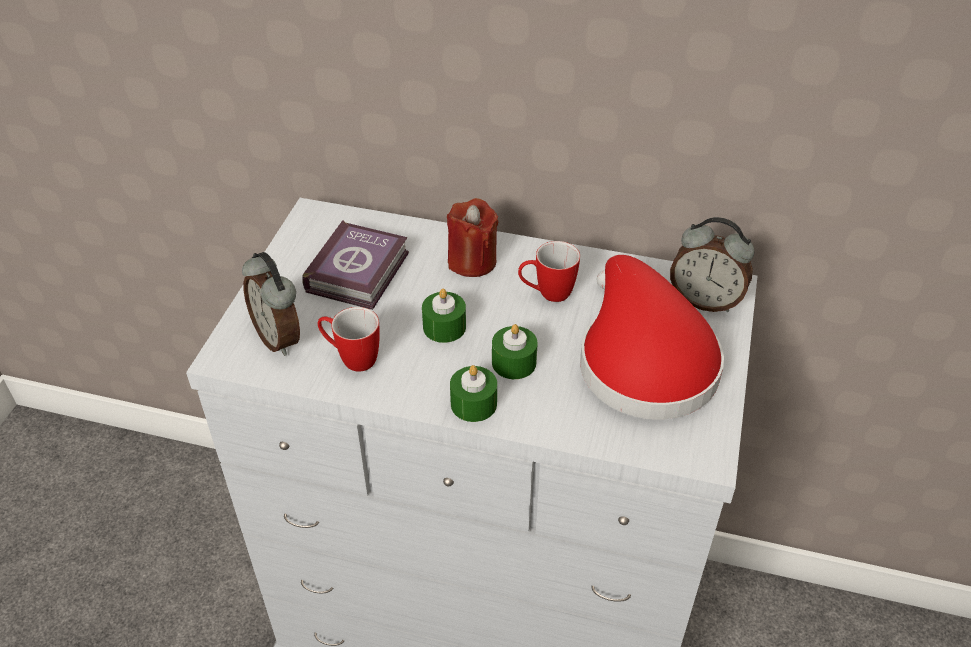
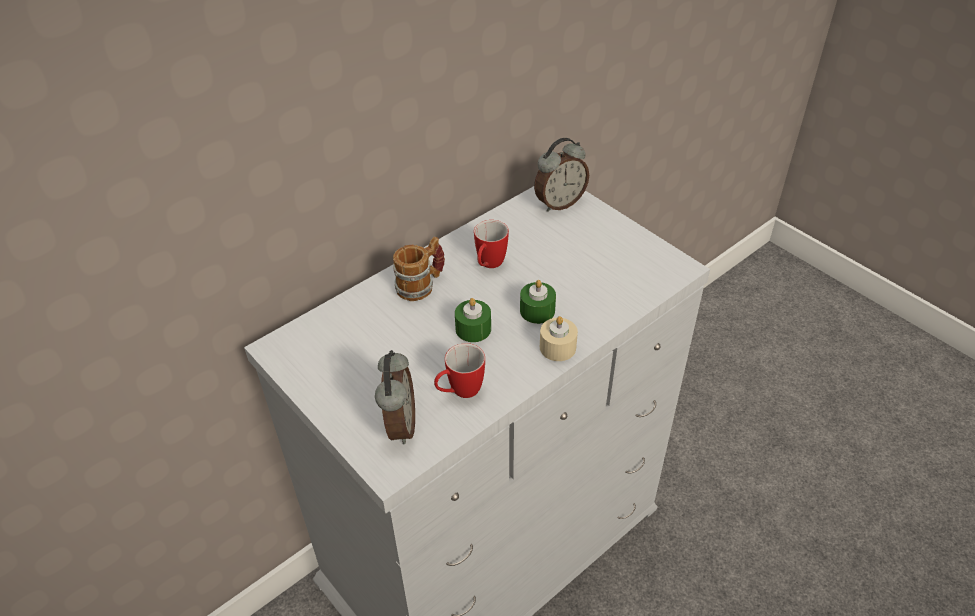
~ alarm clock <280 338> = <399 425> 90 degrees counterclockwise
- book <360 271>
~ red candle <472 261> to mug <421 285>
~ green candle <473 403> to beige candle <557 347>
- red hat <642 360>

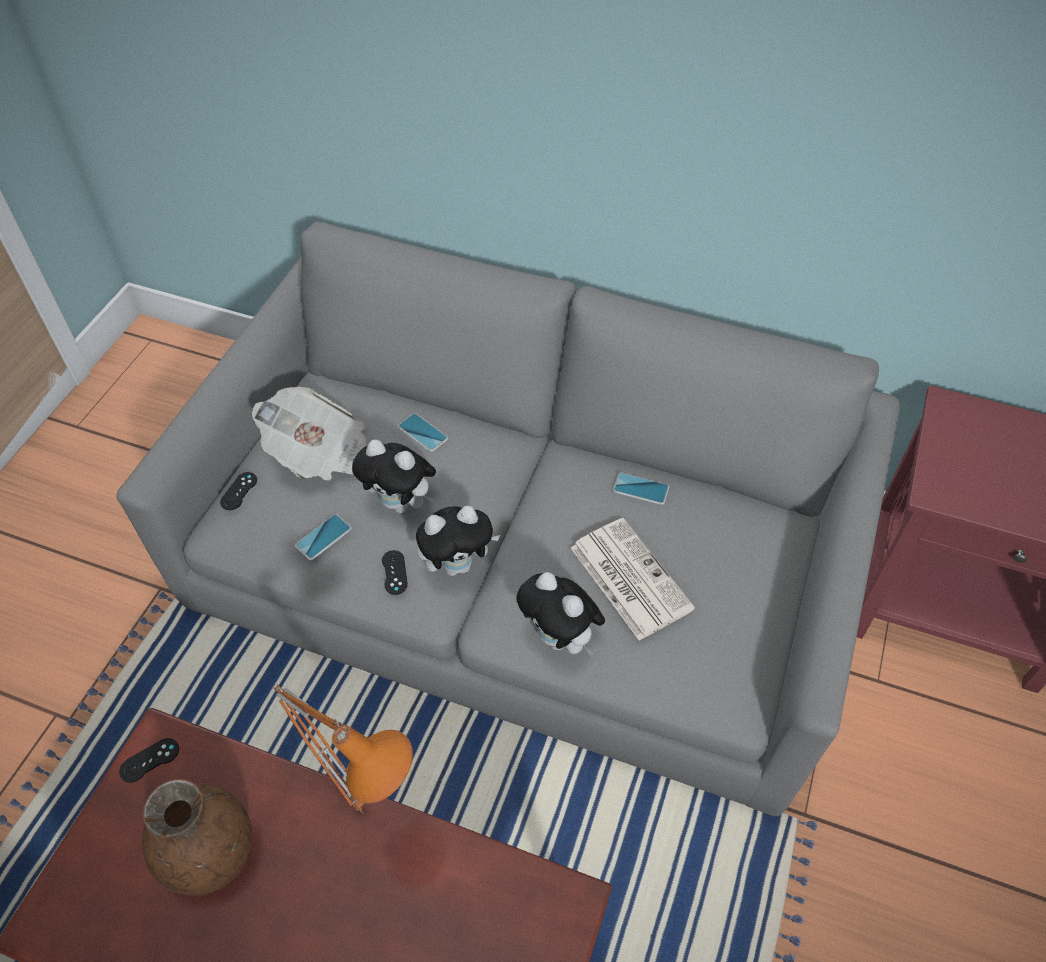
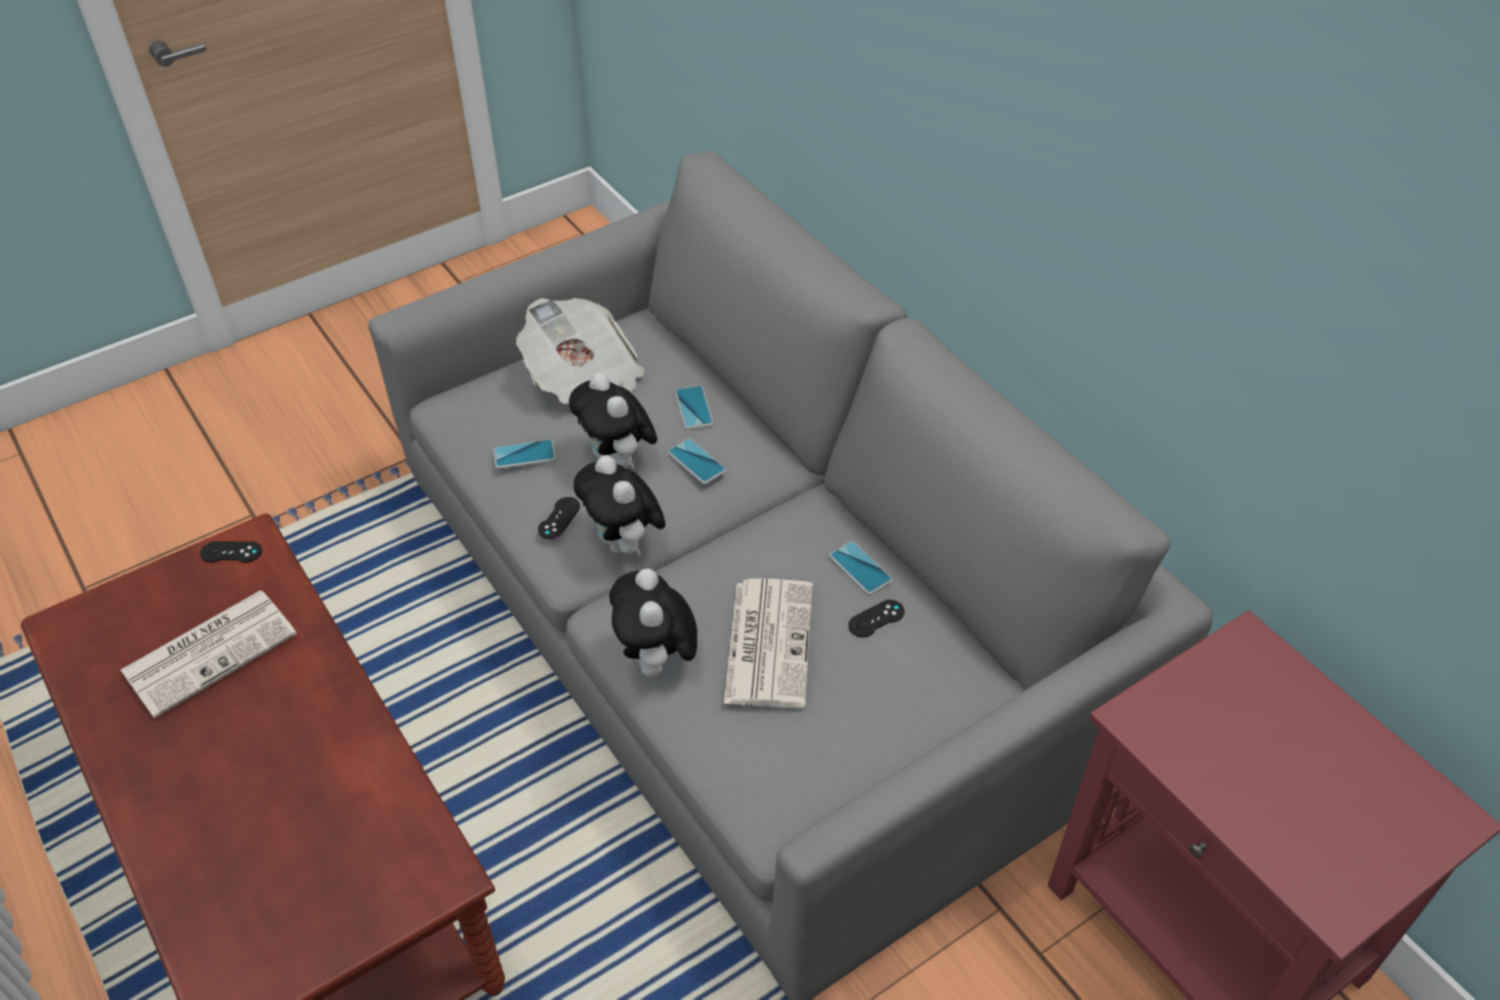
~ brown vase <211 854> to newspaper <211 651>
~ black game controller <239 491> to <876 619>
- orange table lamp <363 805>
~ plush toy <458 564> = <624 544> 45 degrees clockwise
+ phone <697 461>

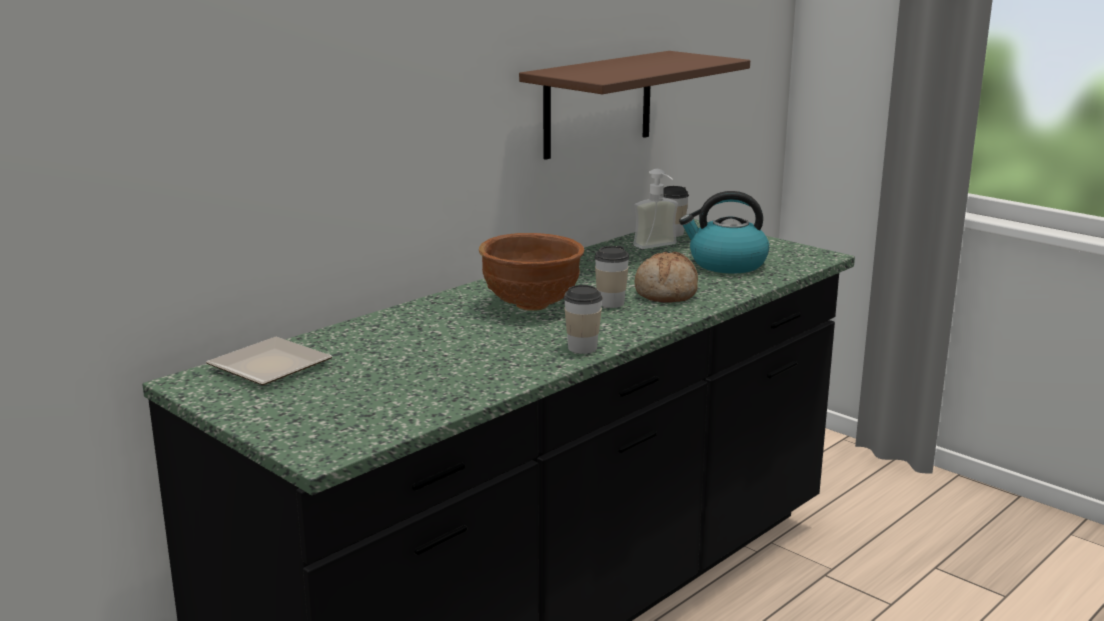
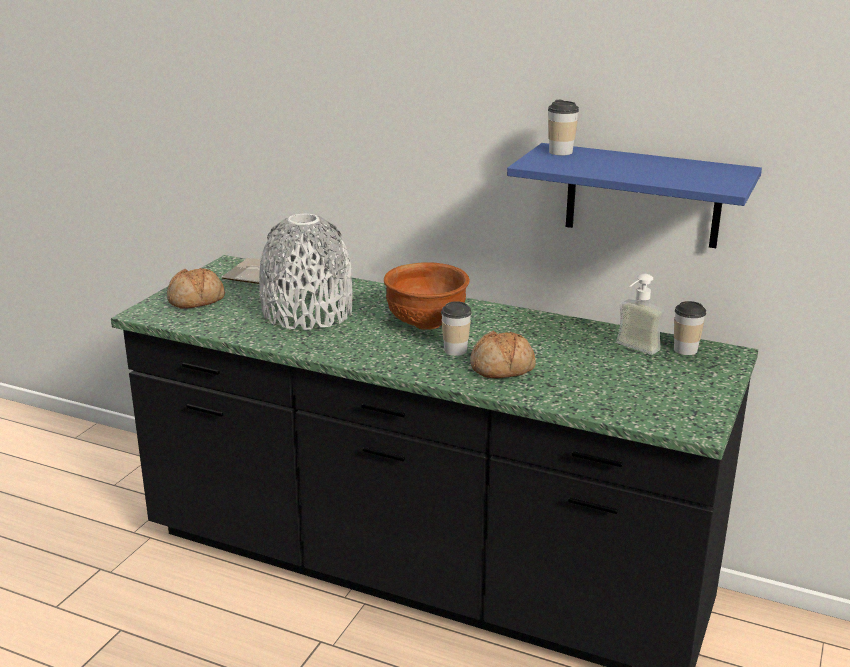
~ brown shelf <598 104> to blue shelf <643 196>
~ cup <582 348> to <560 152>
- kettle <726 264>
+ bread <196 300>
+ grey vase <307 312>

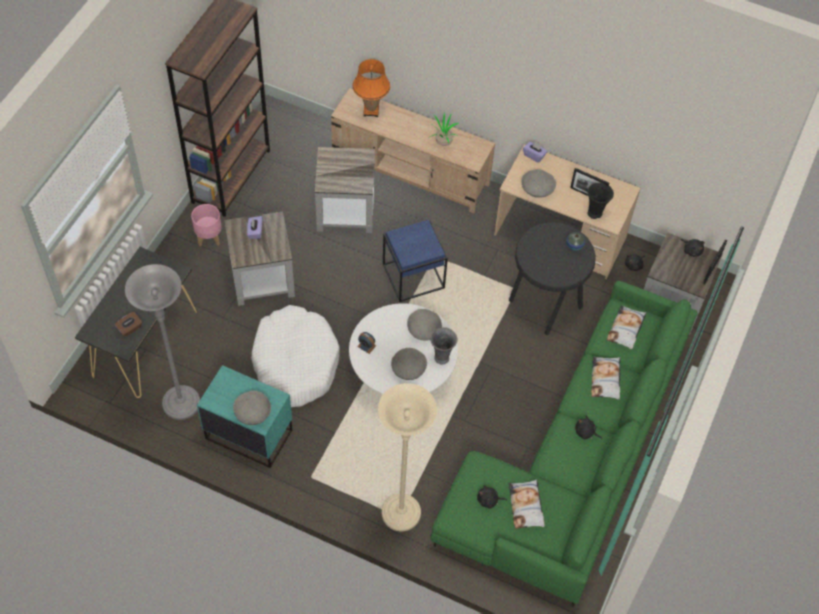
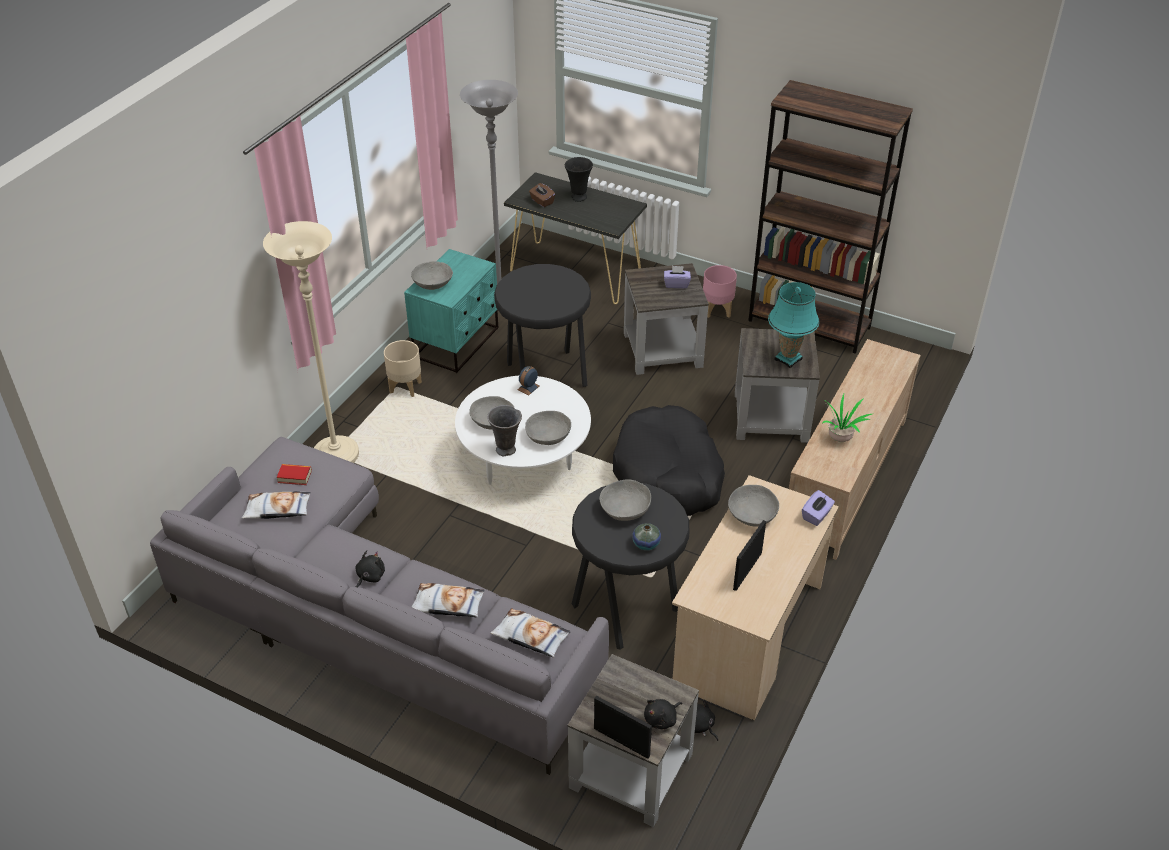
~ white dog bed <295 363> to black stool <544 375>
- orange table lamp <371 111>
~ blue side table <413 277> to black dog bed <668 475>
~ green sofa <572 462> to grey sofa <371 618>
~ black plush toy <489 500> to book <294 476>
~ black vase <595 213> to <578 198>
+ beige planter <405 388>
+ grey bowl <625 509>
+ turquoise table lamp <788 359>

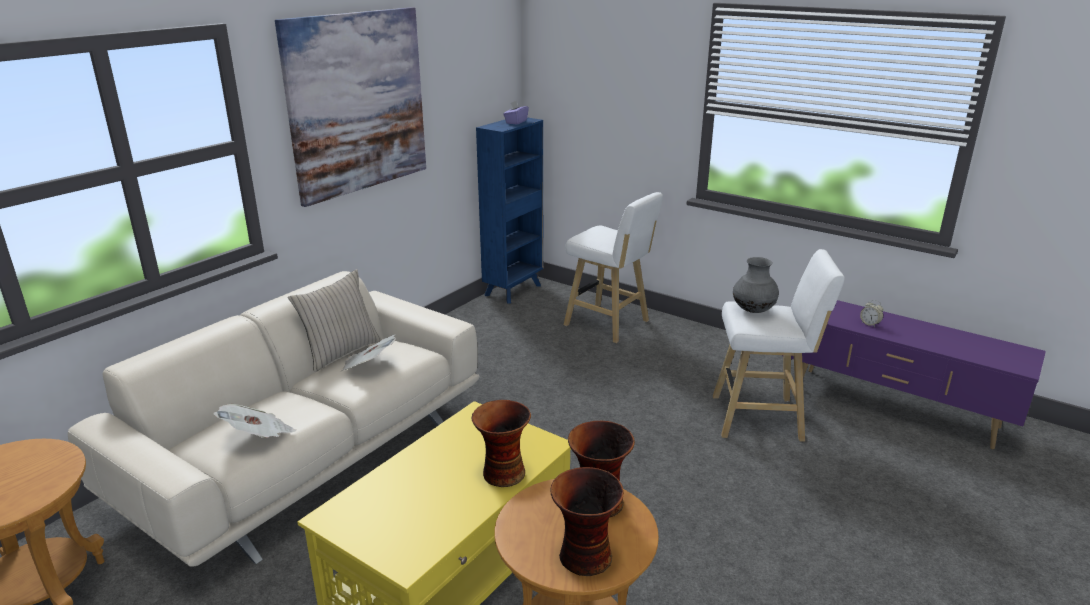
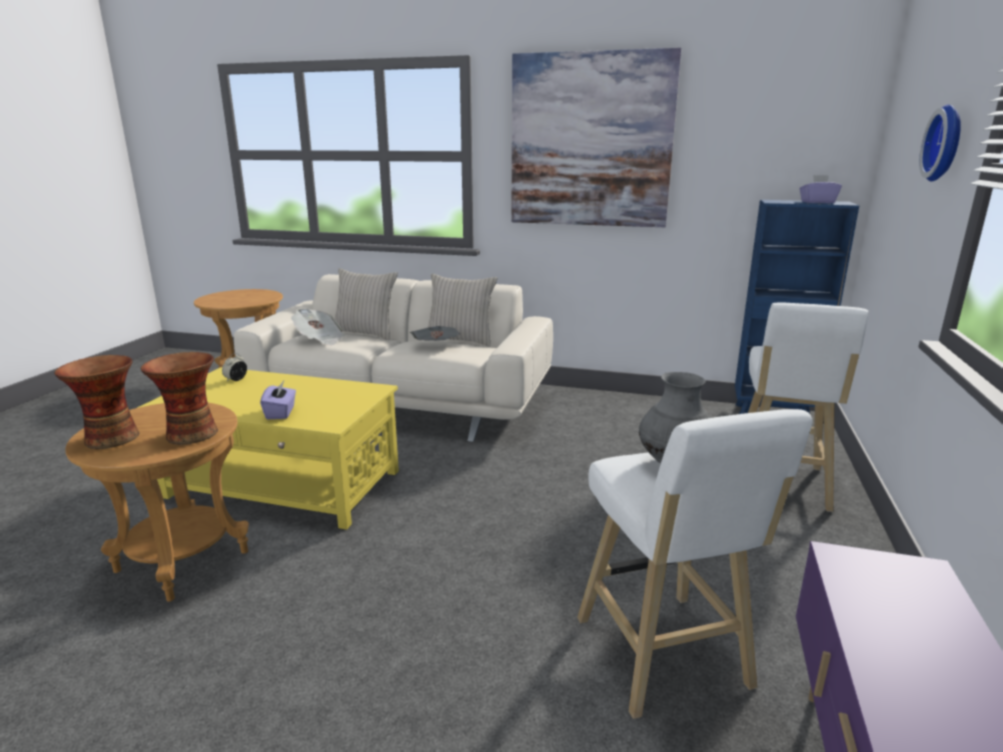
~ vase <502 474> to purple tissue box <281 413>
~ alarm clock <869 324> to <236 380>
+ beige pillow <365 333>
+ wall clock <947 143>

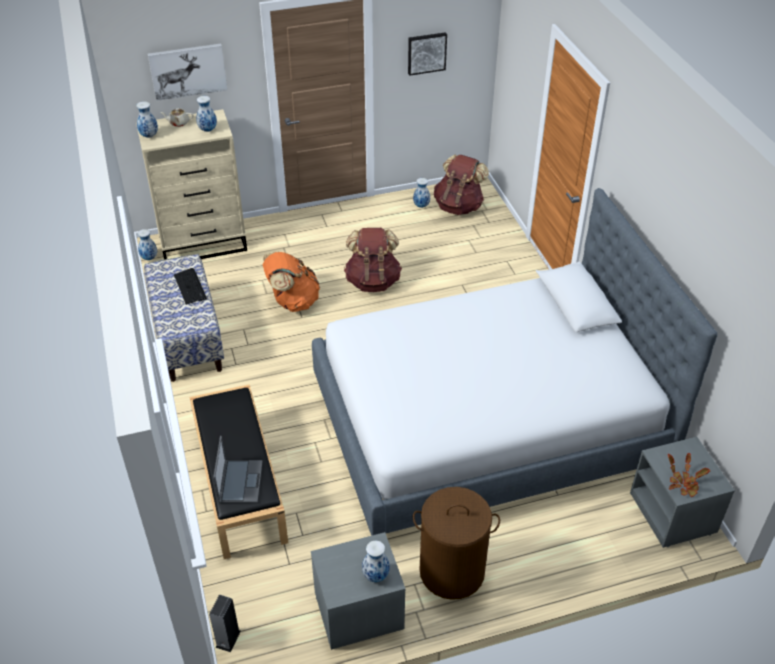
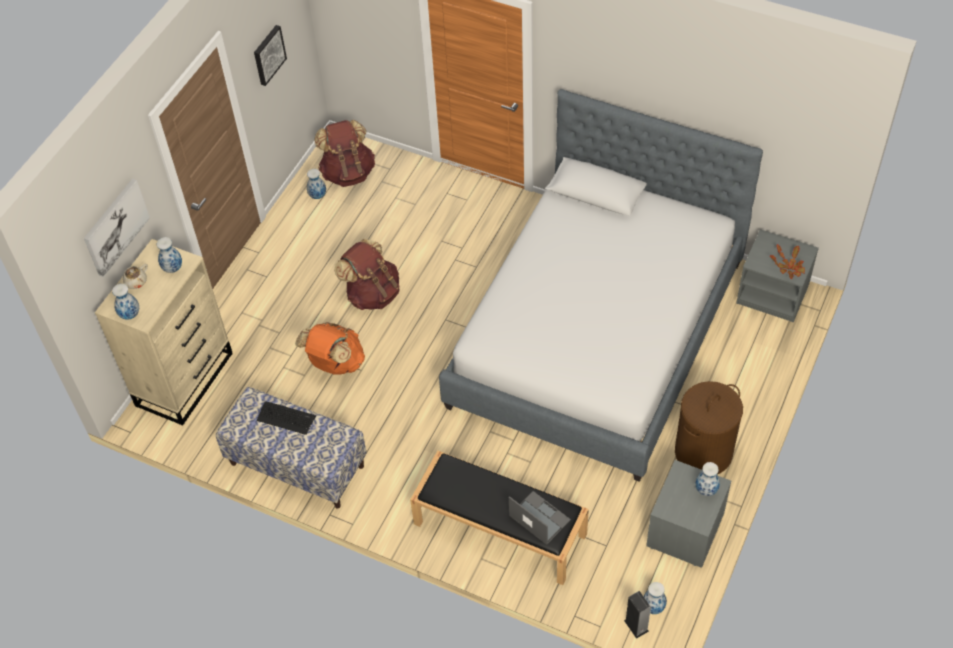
~ vase <149 258> to <653 607>

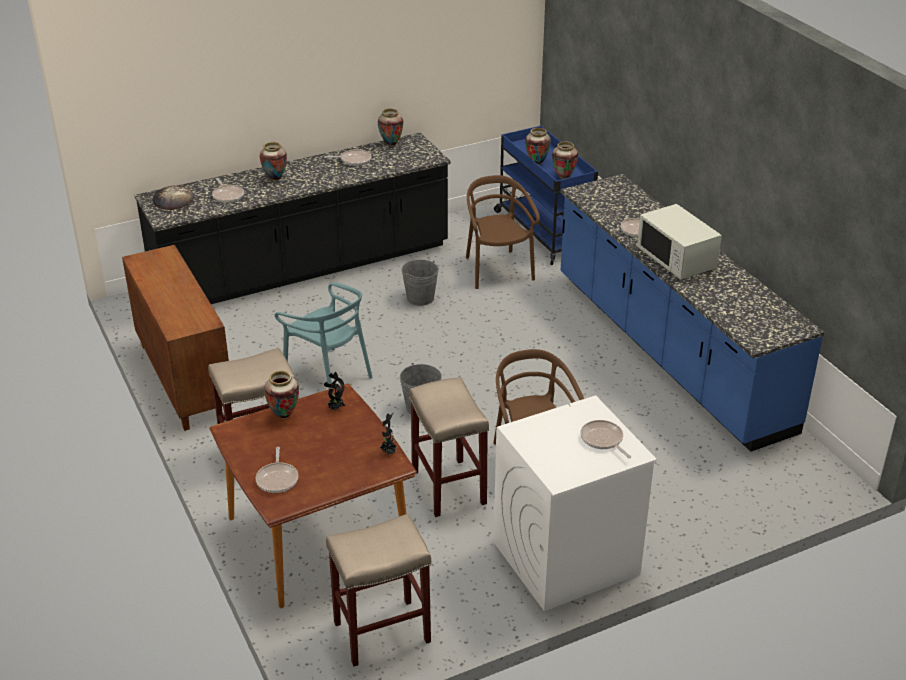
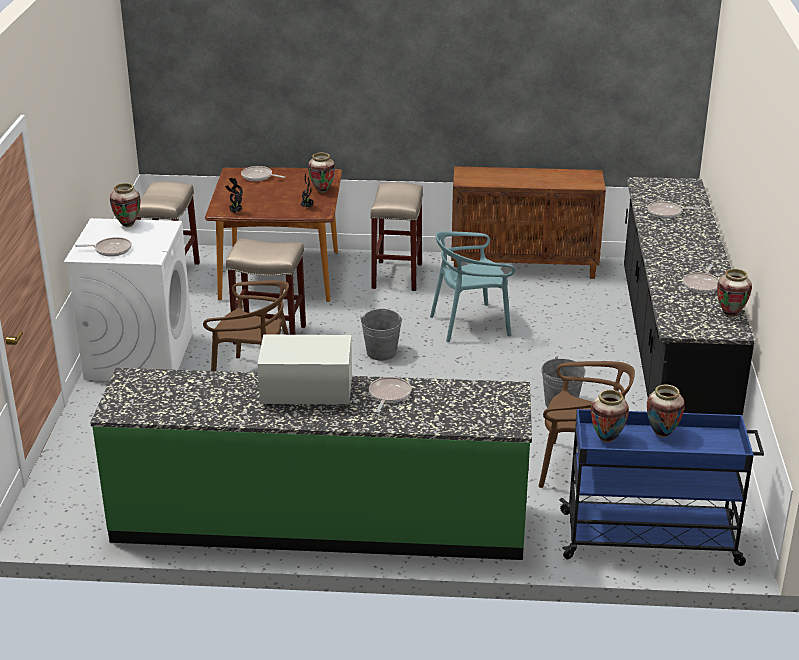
- bread <173 200>
~ vase <275 179> to <128 225>
~ blue counter <669 352> to green counter <319 521>

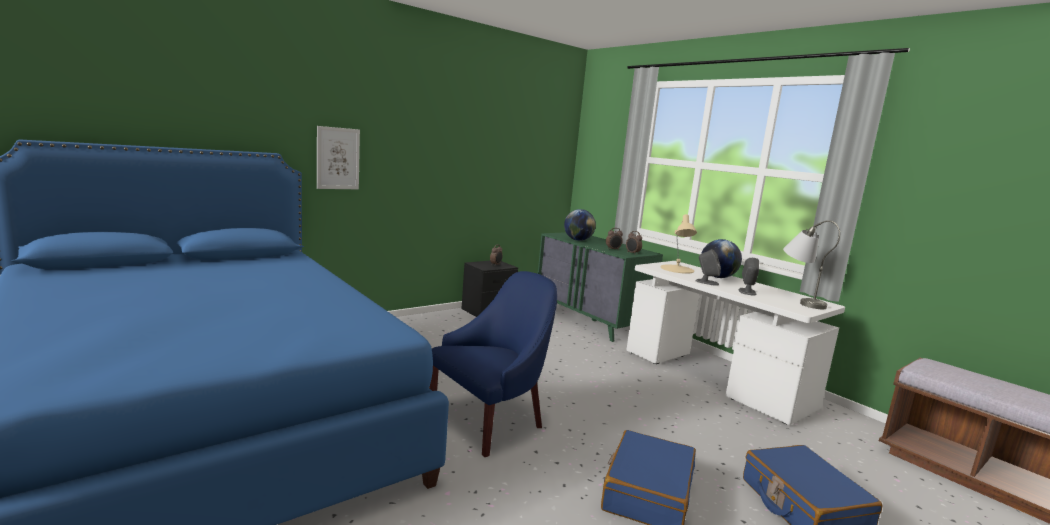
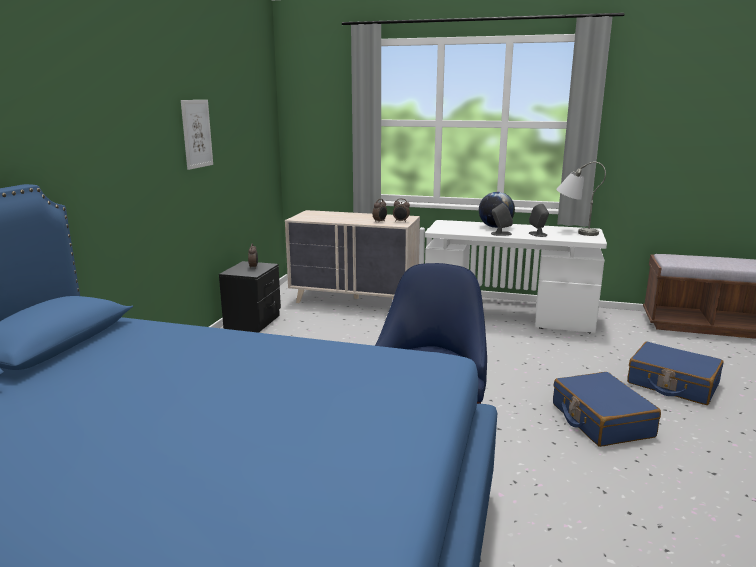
~ picture <338 158> to <196 134>
~ green dresser <590 321> to beige dresser <355 300>
- globe <578 240>
- beige table lamp <677 269>

